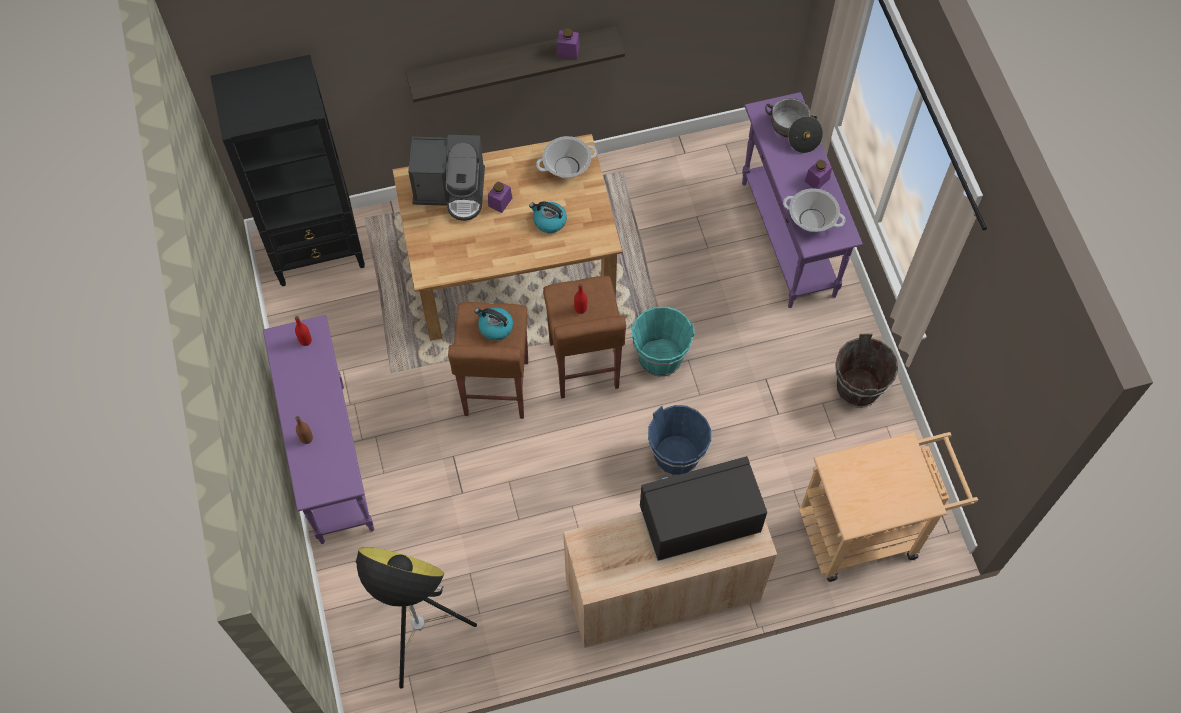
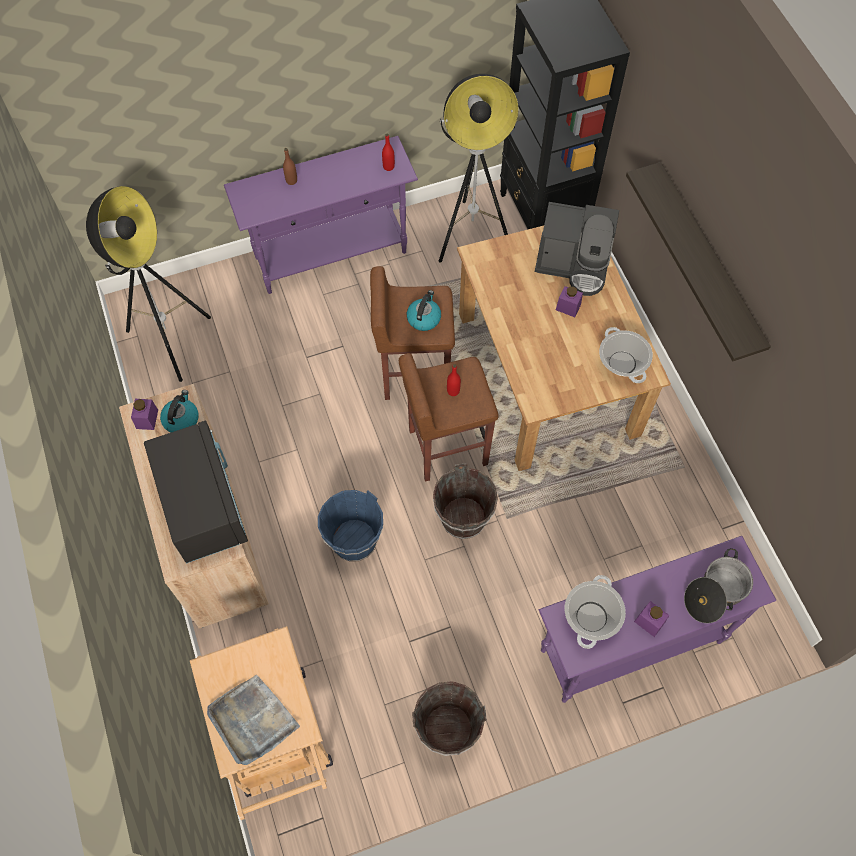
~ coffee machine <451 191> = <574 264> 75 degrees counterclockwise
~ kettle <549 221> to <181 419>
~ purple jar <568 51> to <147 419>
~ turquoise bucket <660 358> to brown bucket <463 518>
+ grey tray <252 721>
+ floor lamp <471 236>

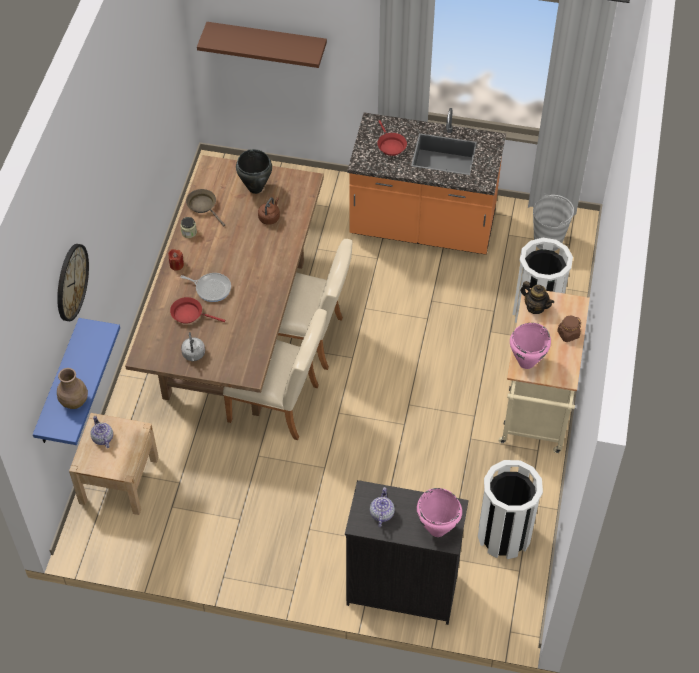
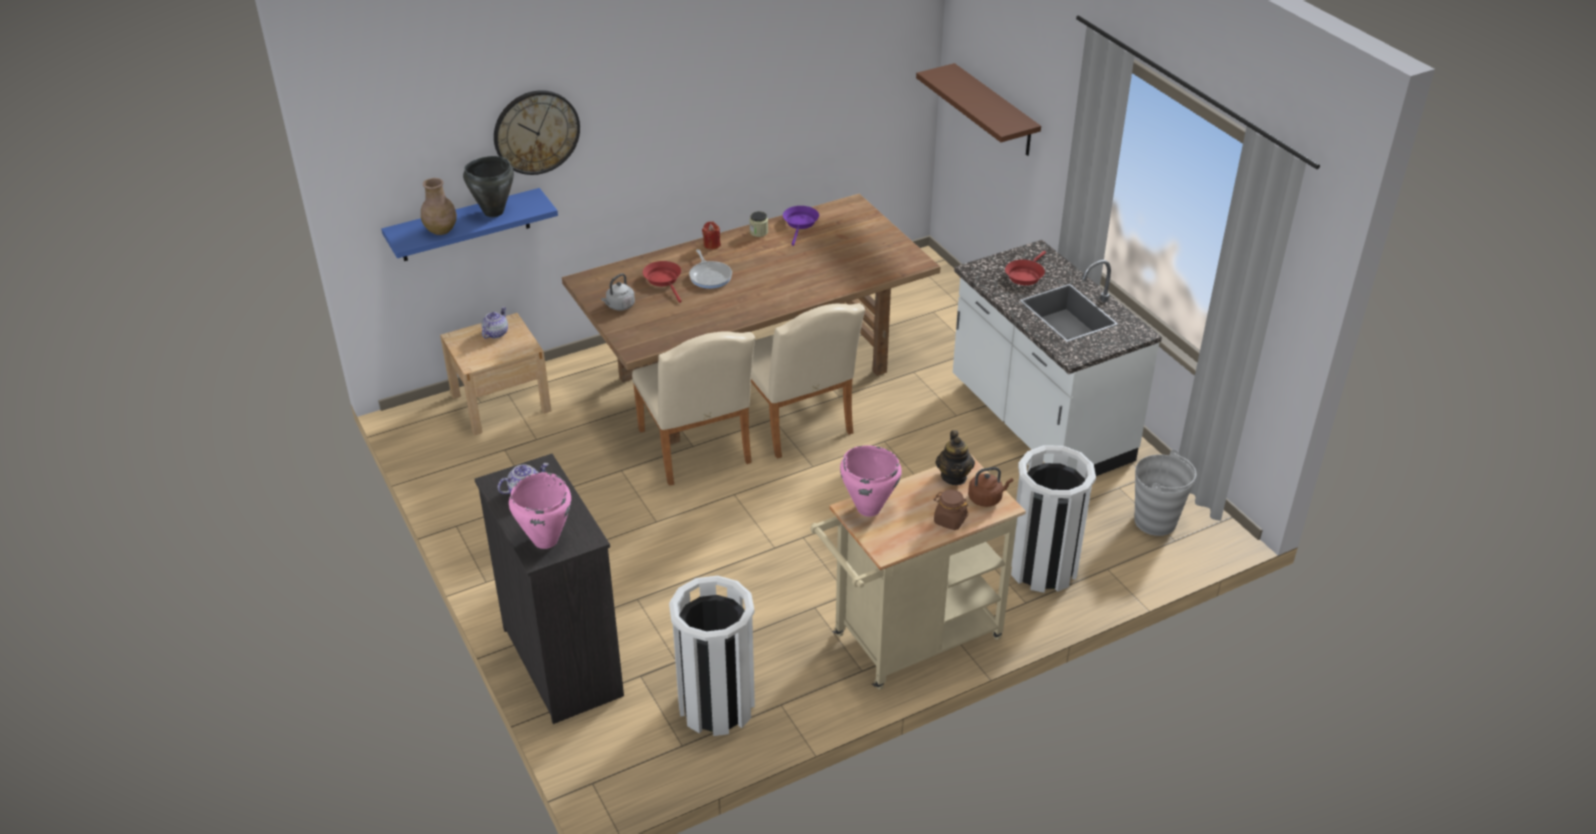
~ brown frying pan <203 206> to purple frying pan <800 224>
~ black cooking pot <255 188> to <493 212>
~ brown kettle <269 217> to <986 498>
~ orange counter <422 227> to white counter <1038 423>

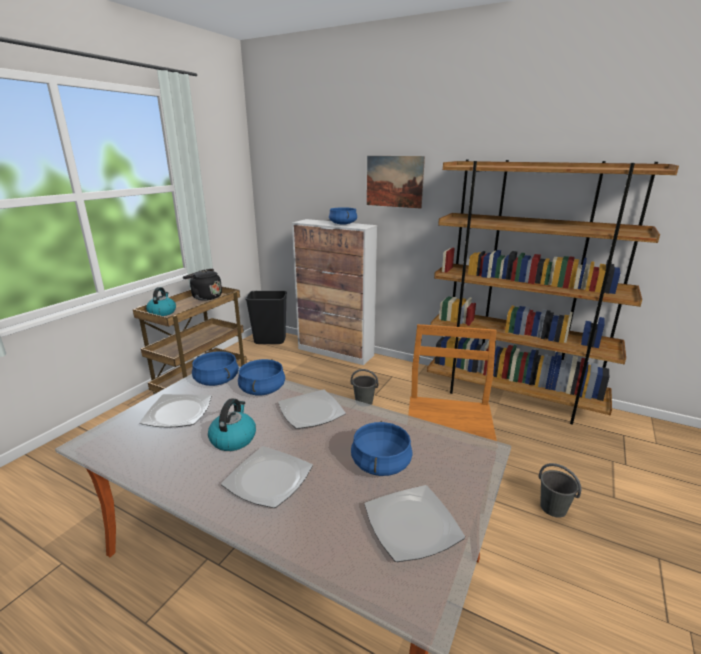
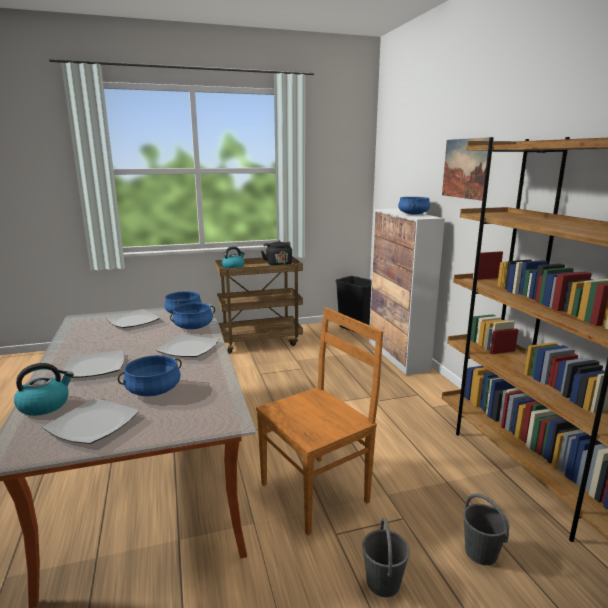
~ kettle <233 438> to <45 405>
~ grey bucket <364 401> to <481 553>

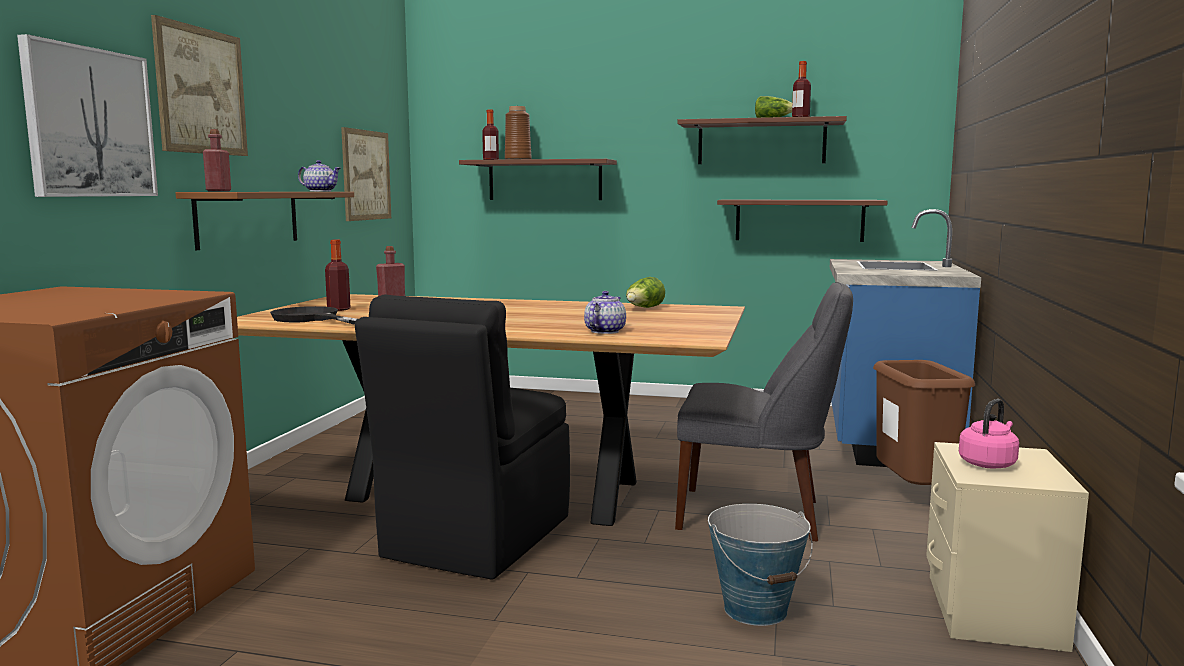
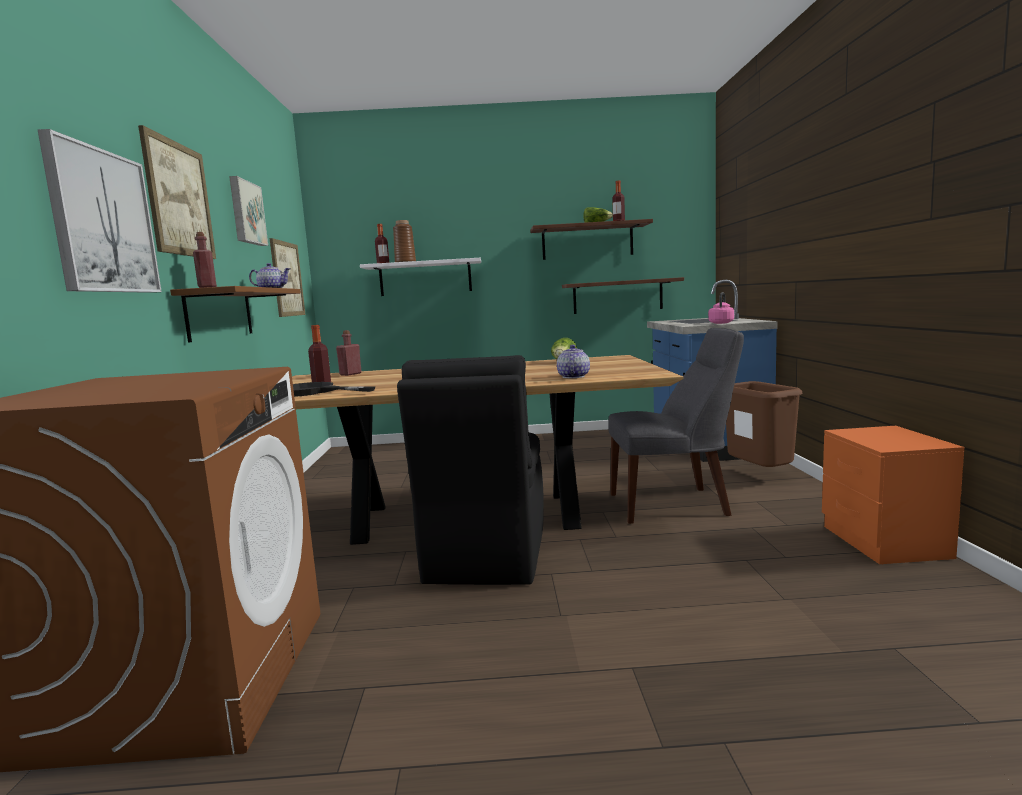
~ brown shelf <545 180> to white shelf <425 278>
- bucket <756 609>
~ beige nightstand <992 611> to orange nightstand <884 542>
~ pink kettle <988 463> to <721 323>
+ picture <246 213>

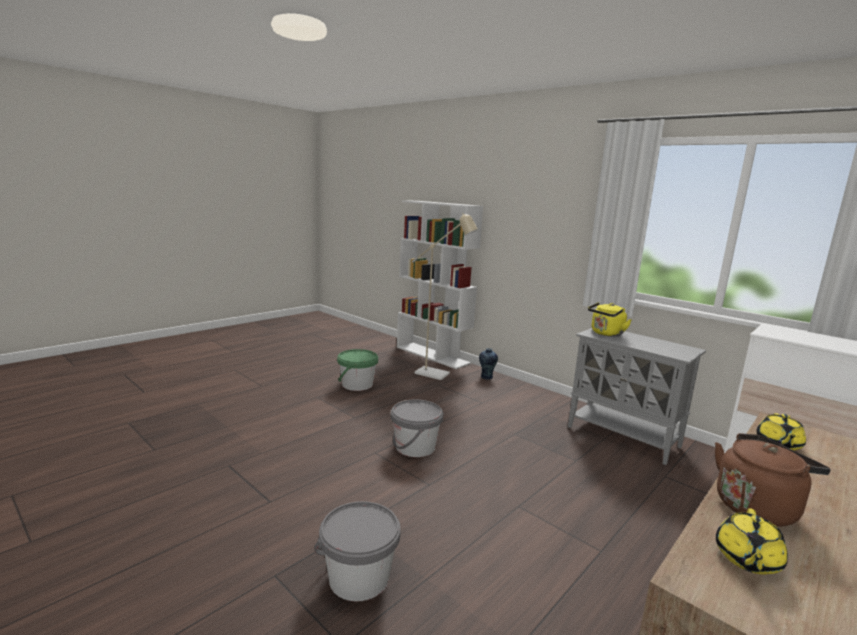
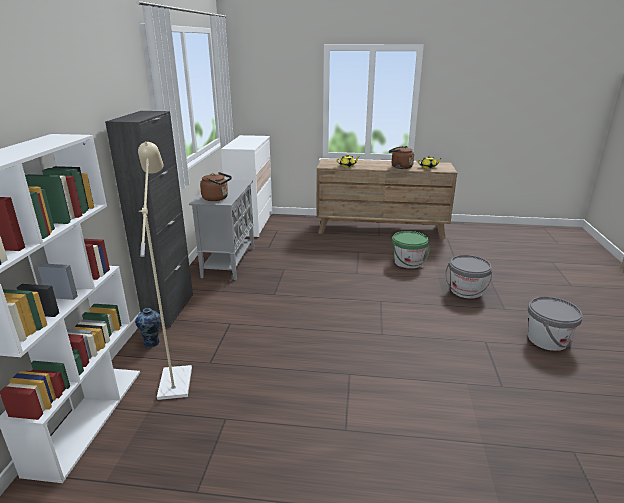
~ green bucket <357 385> to <408 262>
~ grey bucket <415 447> to <547 340>
~ yellow kettle <606 334> to brown kettle <217 198>
+ black cabinet <169 309>

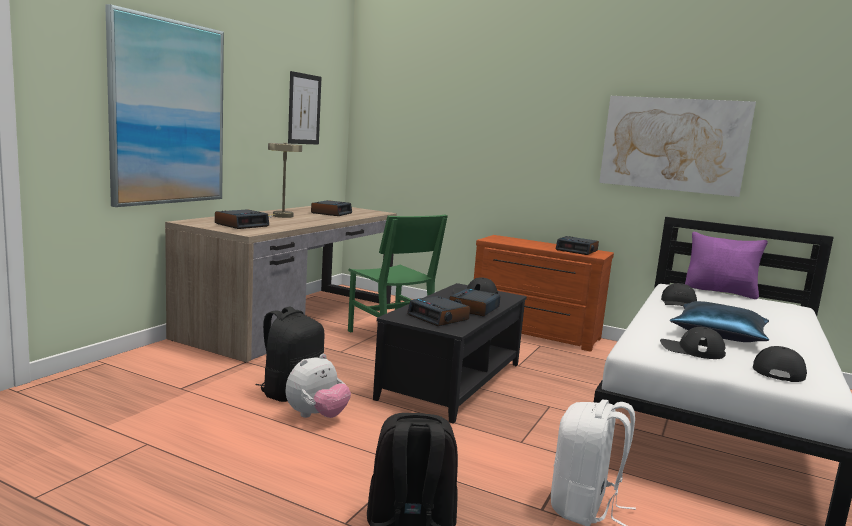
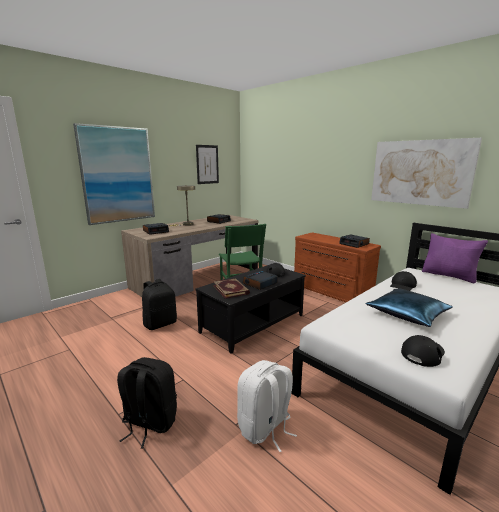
- plush toy <316 416>
~ alarm clock <439 317> to book <231 289>
- black cap <691 350>

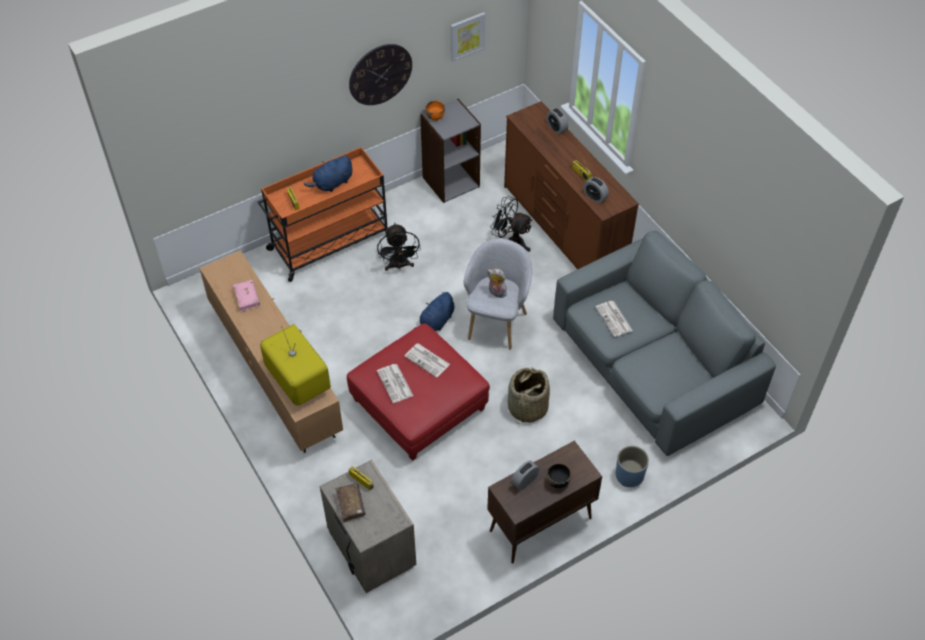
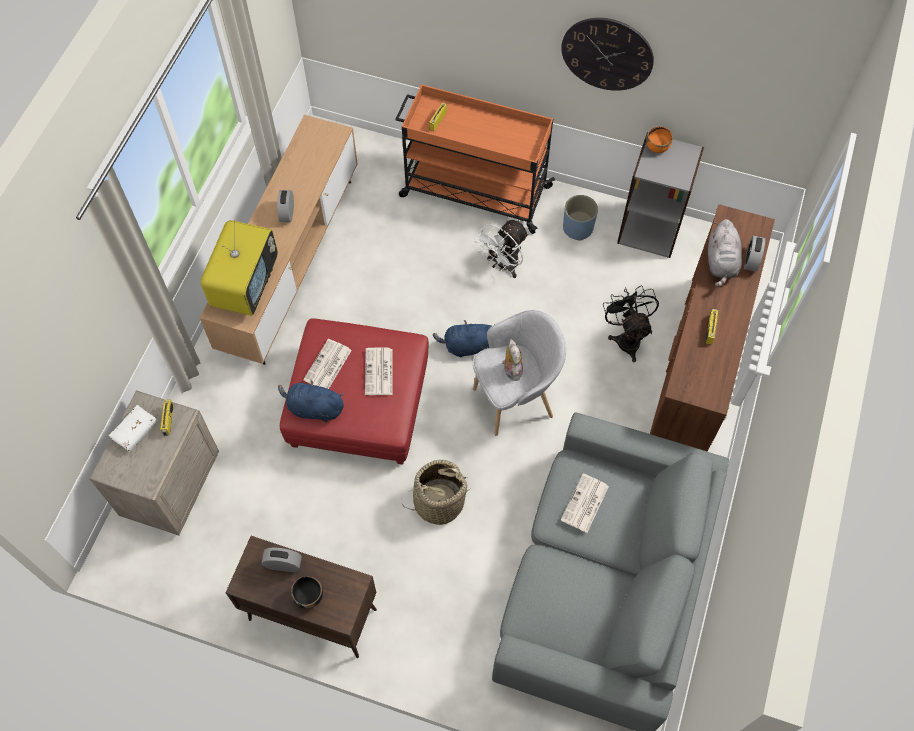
- pink book <247 298>
~ blue plush toy <332 183> to <313 408>
~ brown book <350 504> to white book <135 431>
~ black fan <399 266> to white fan <503 266>
- picture <467 36>
~ alarm clock <595 197> to <287 213>
~ blue planter <629 475> to <578 228>
+ grey plush toy <721 263>

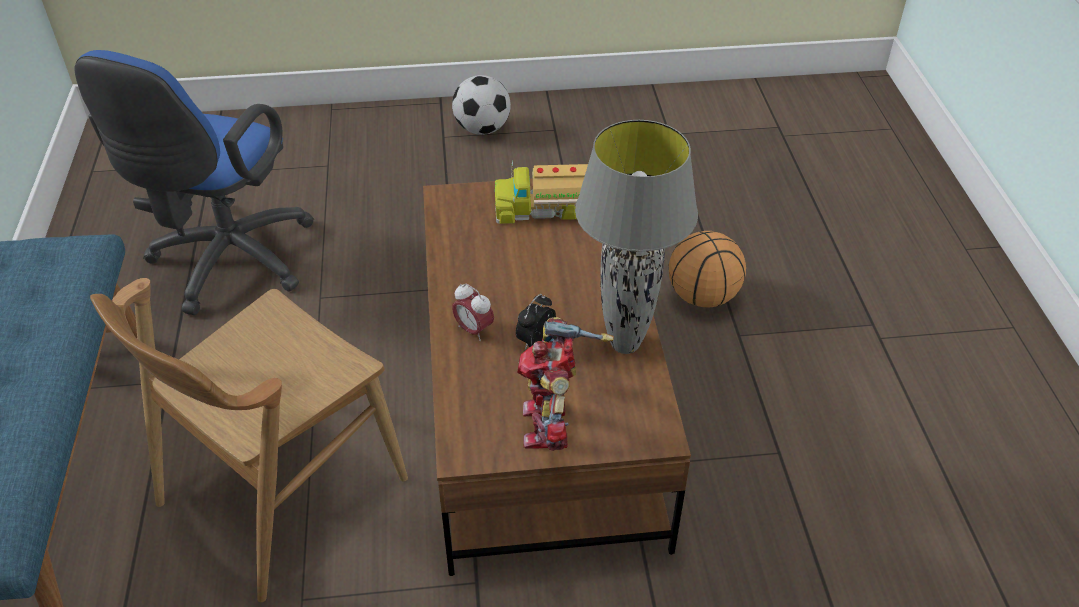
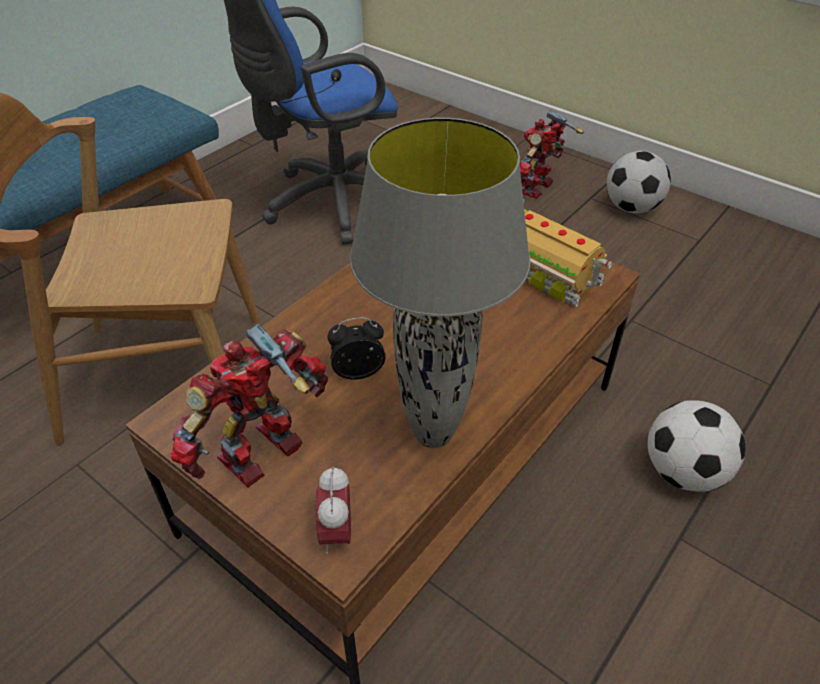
~ alarm clock <473 330> to <337 533>
~ basketball <703 296> to football <683 472>
+ toy robot <537 188>

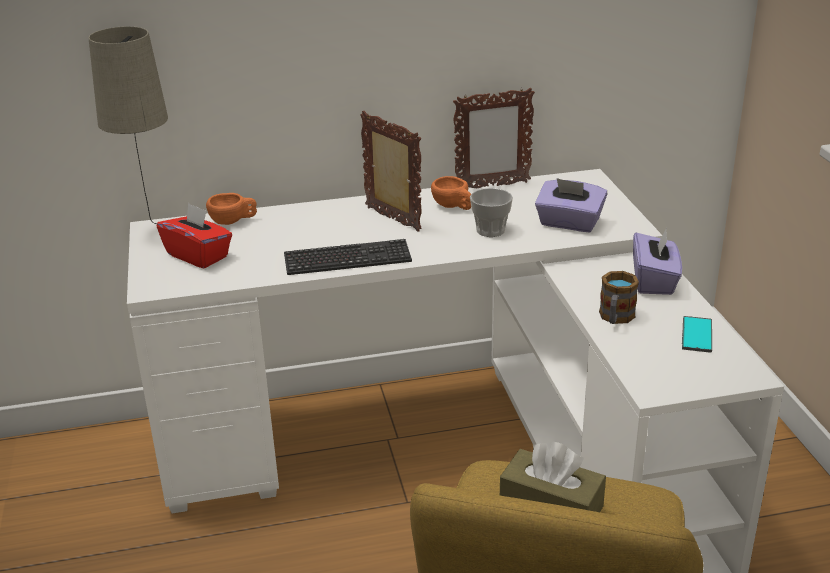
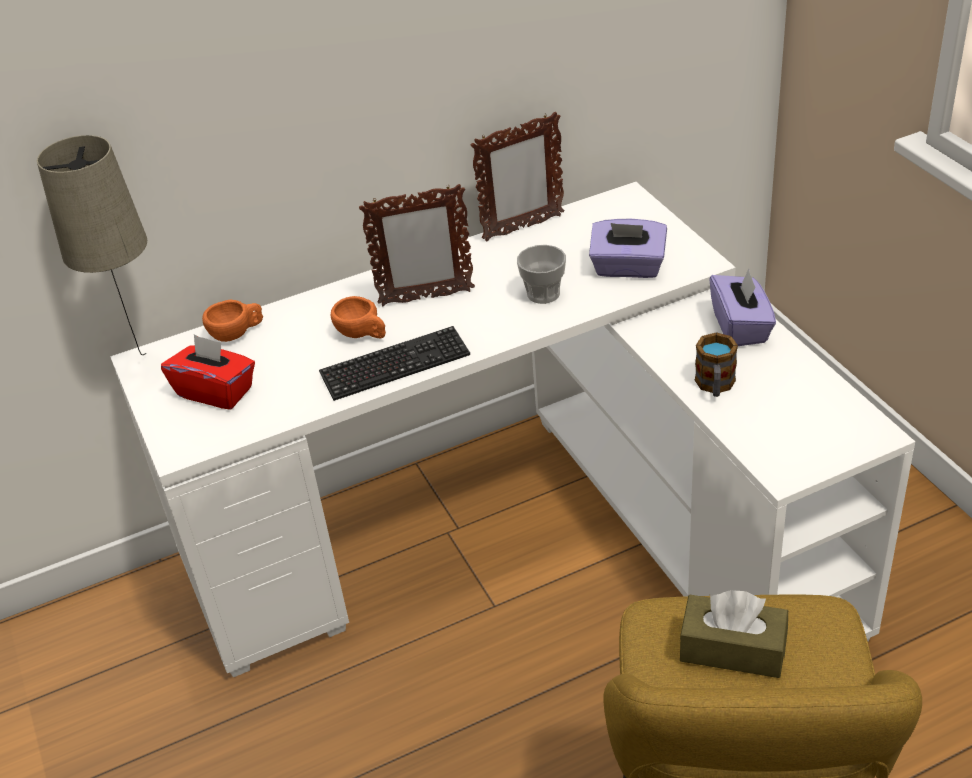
~ picture frame <392 220> = <425 298> 135 degrees clockwise
~ orange cup <453 207> to <362 334>
- phone <696 335>

